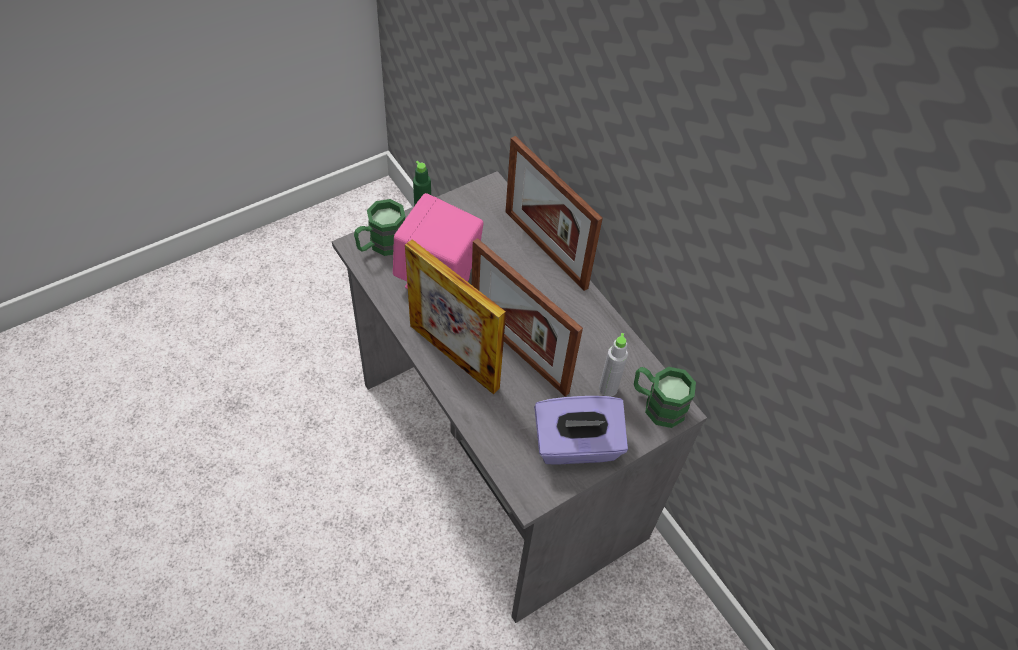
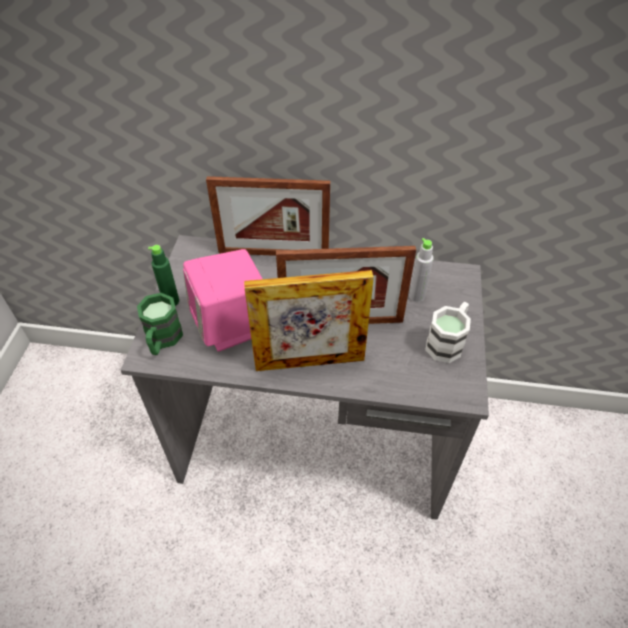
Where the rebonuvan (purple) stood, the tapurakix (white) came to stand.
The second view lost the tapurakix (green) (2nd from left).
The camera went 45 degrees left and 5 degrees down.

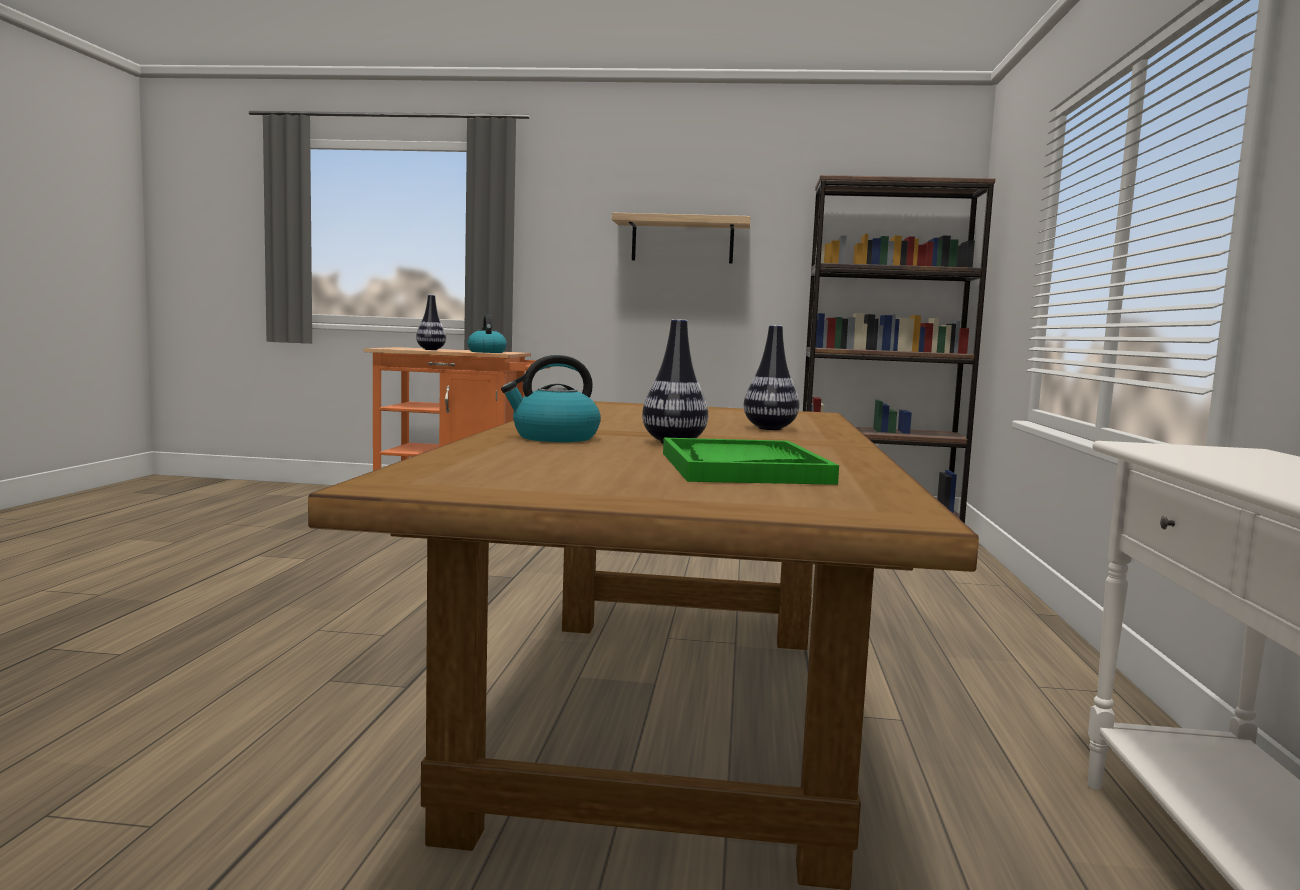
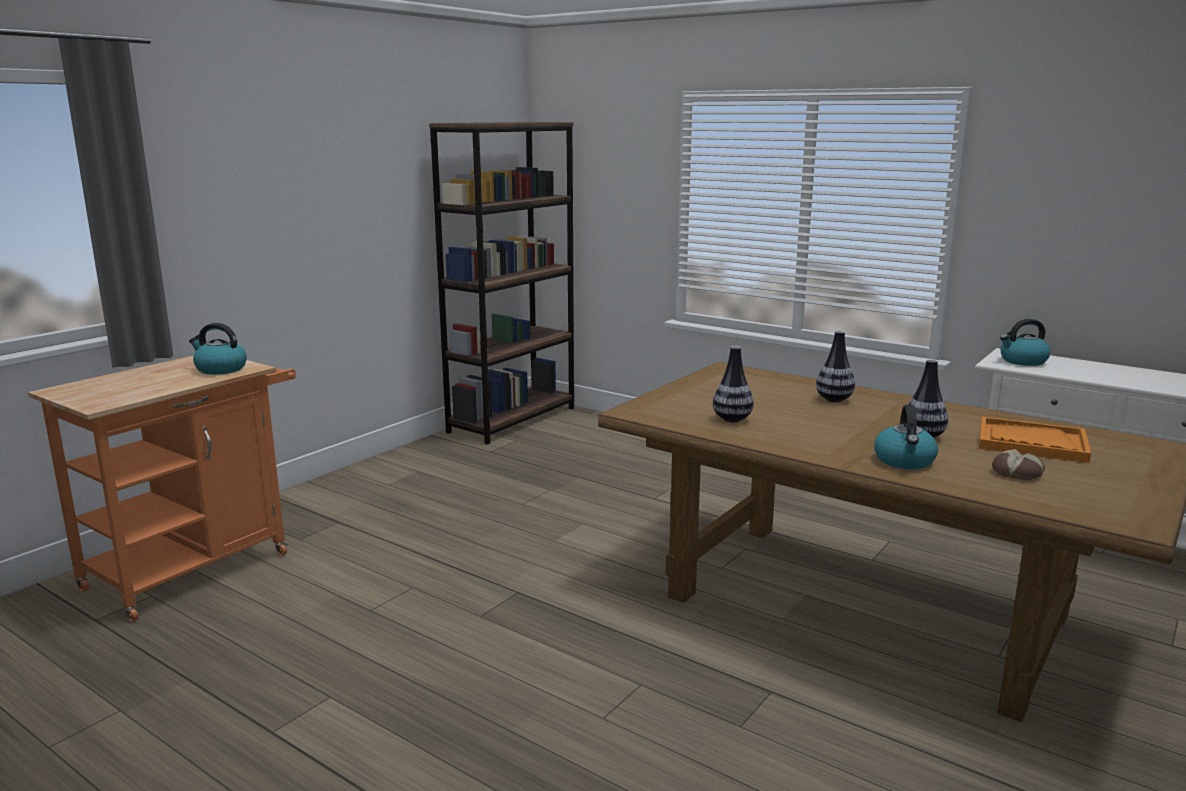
The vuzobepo (1st from left) ended up elsewhere.
The second view lost the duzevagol.
What was the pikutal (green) turned into the pikutal (orange).
The second view gained the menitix.
The second view gained the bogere (3rd from left).
The camera went 60 degrees left and 10 degrees up.

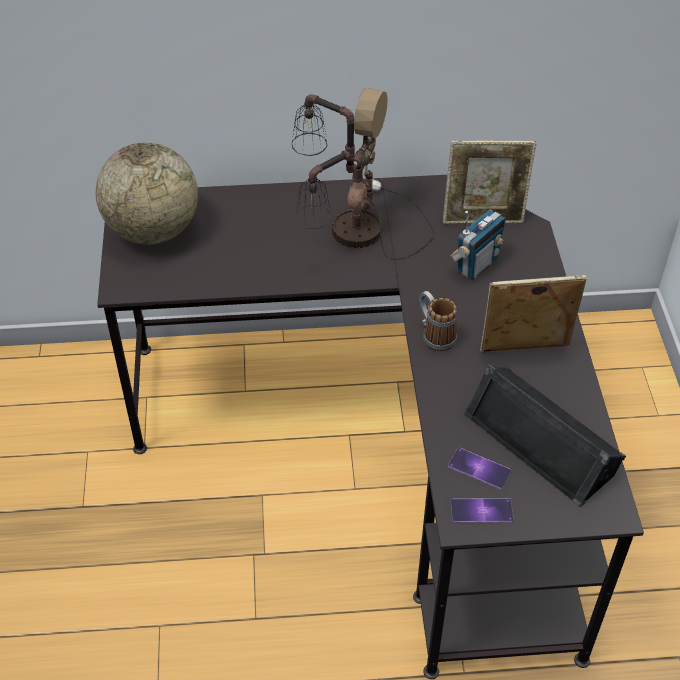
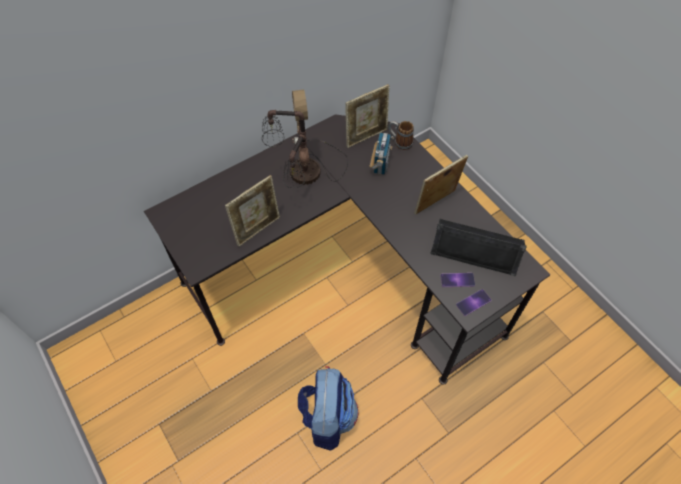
The second view lost the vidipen.
The tapurakix ended up elsewhere.
The second view gained the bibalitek (1st from left).
The second view gained the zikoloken.
The camera went 30 degrees left and 10 degrees up.

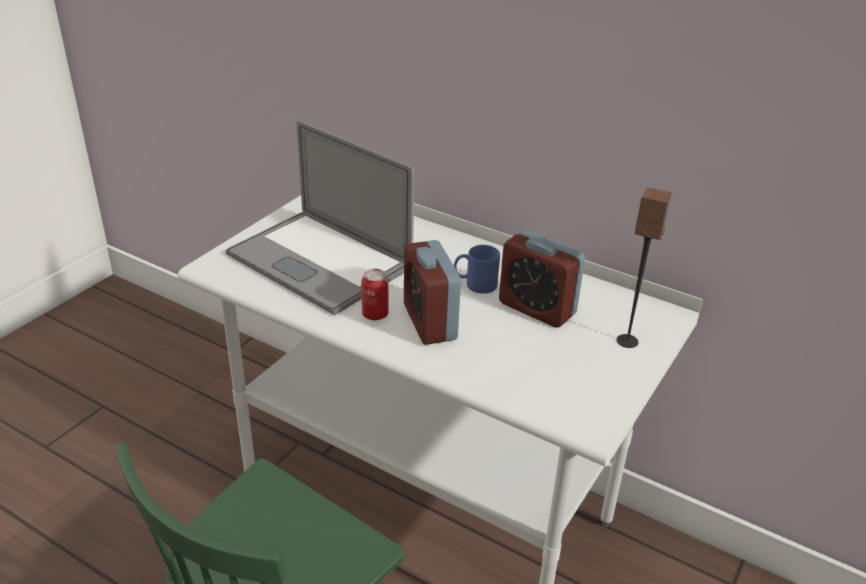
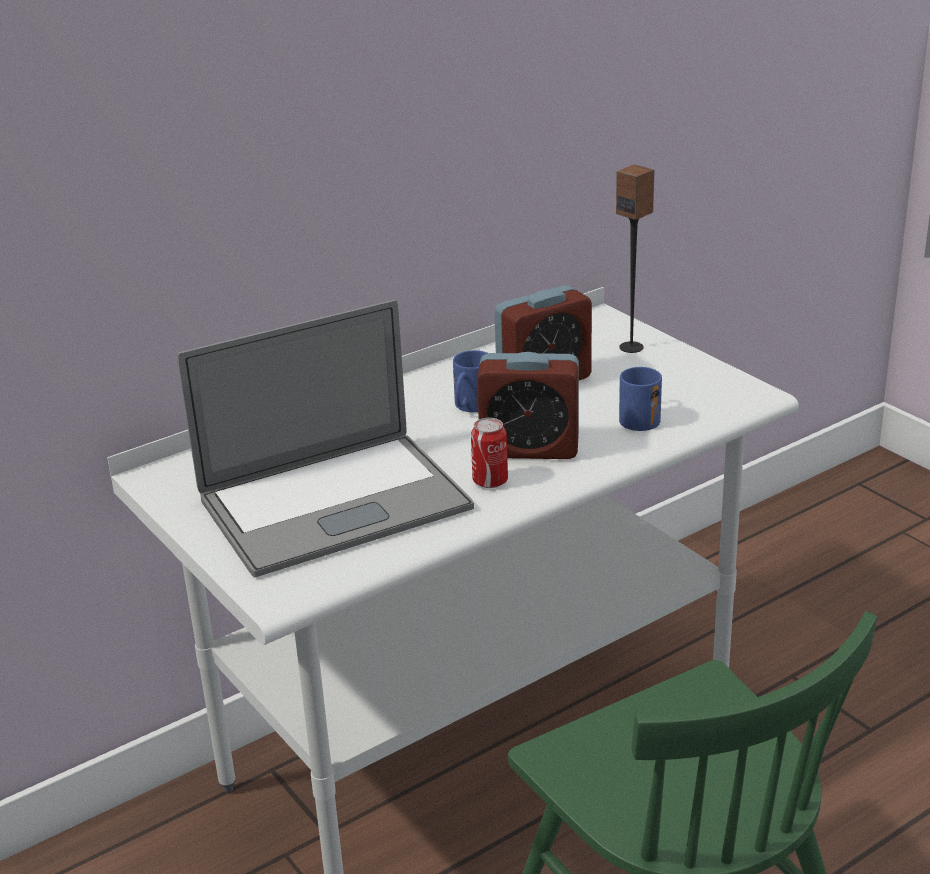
The second view gained the tapurakix (blue) (2nd from left).
The camera went 65 degrees left and 5 degrees down.

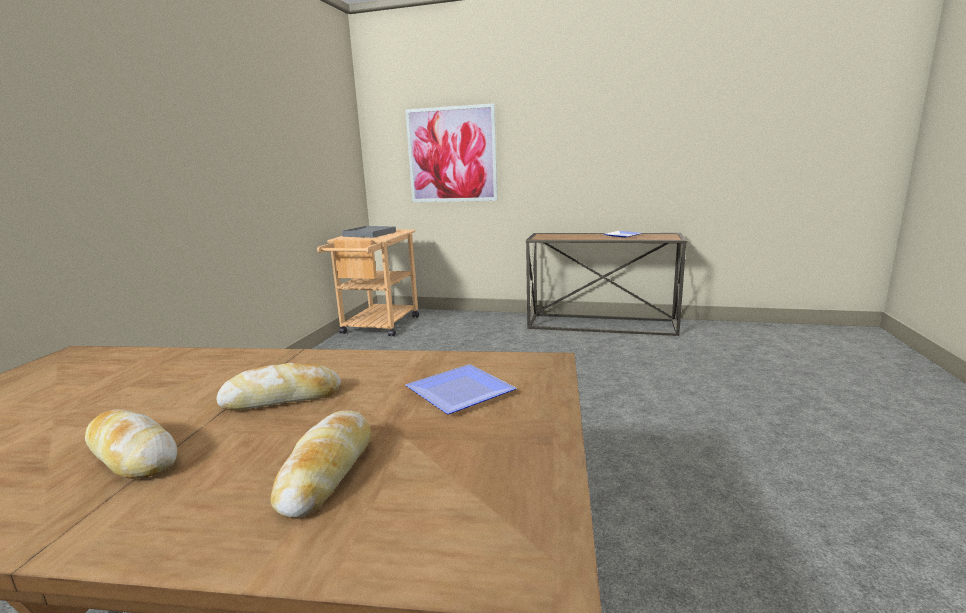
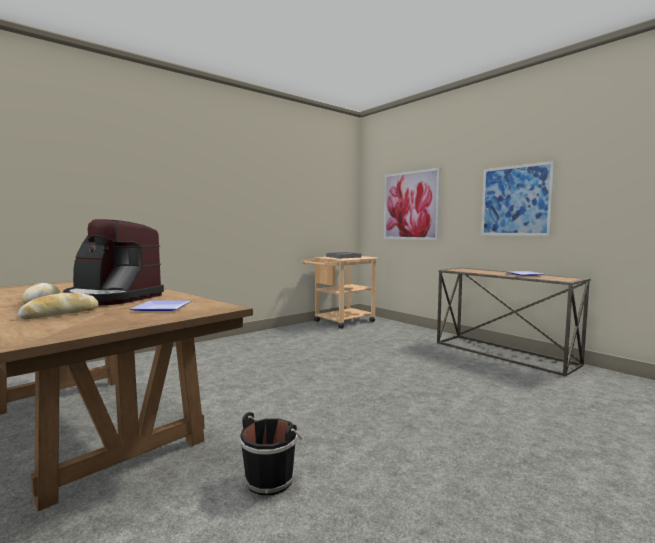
Where the menitix (2nd from left) stood, the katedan came to stand.
The second view gained the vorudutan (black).
The second view gained the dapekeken (2nd from left).
The camera went 35 degrees right and 10 degrees down.

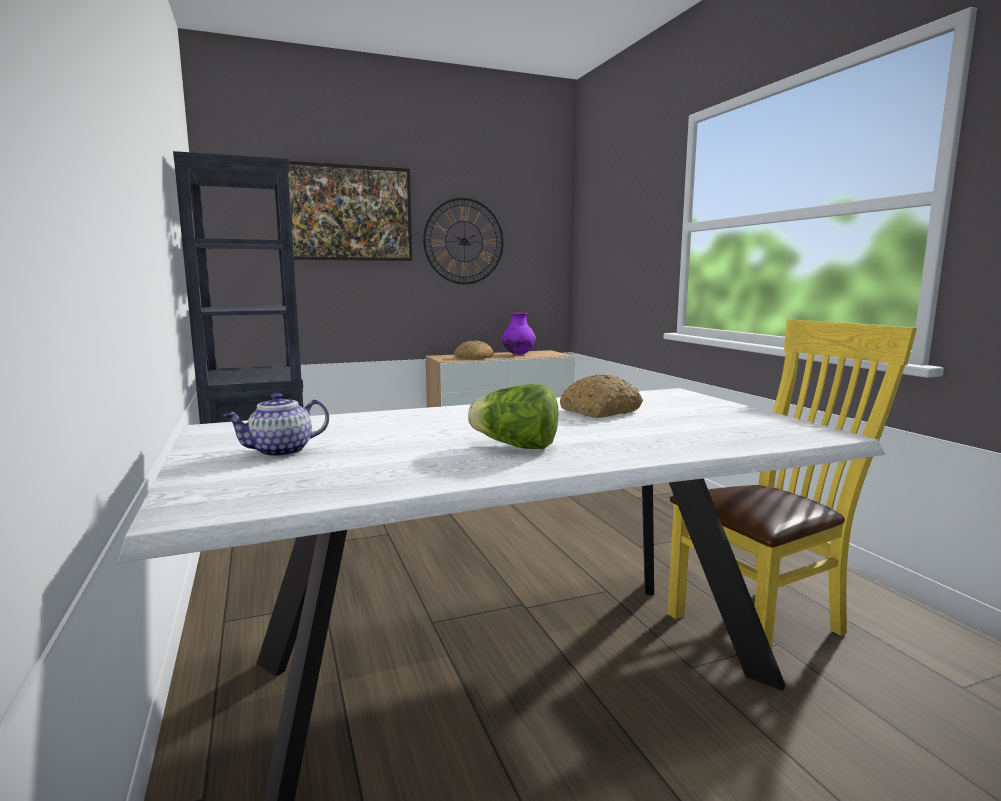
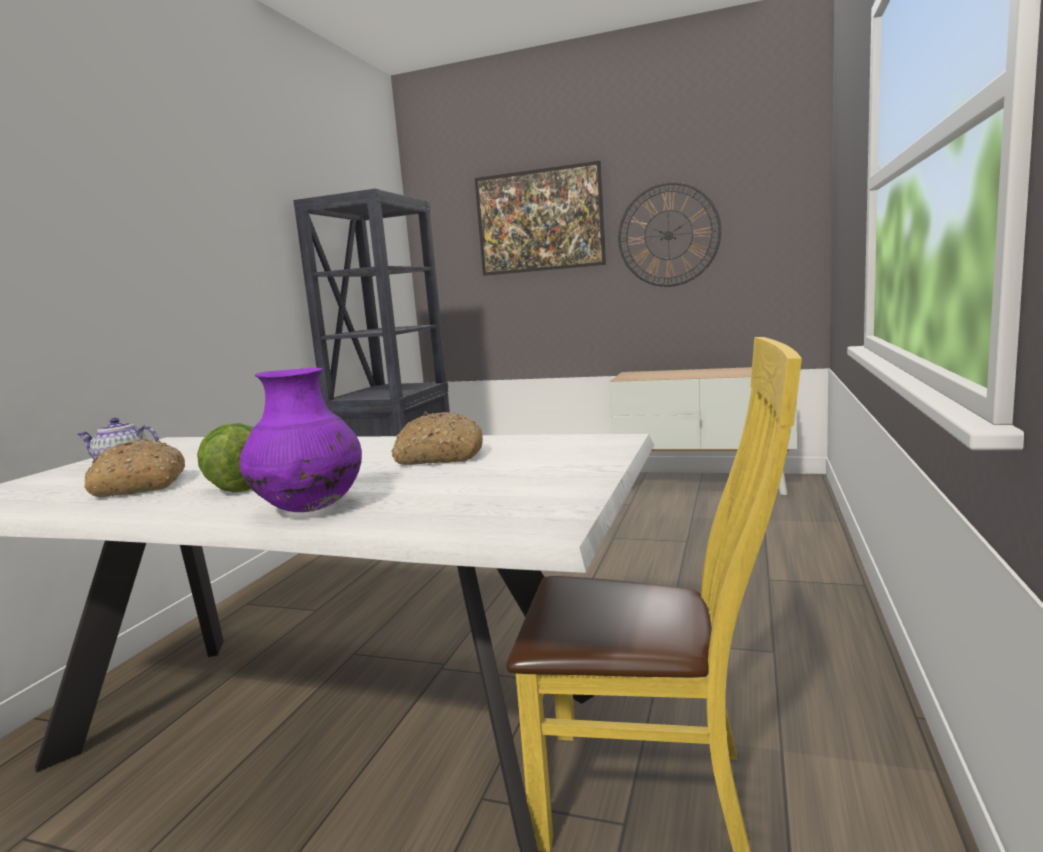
The menitix (1st from left) ended up elsewhere.
The vuzobepo (purple) ended up elsewhere.
The camera went 40 degrees right and 0 degrees up.

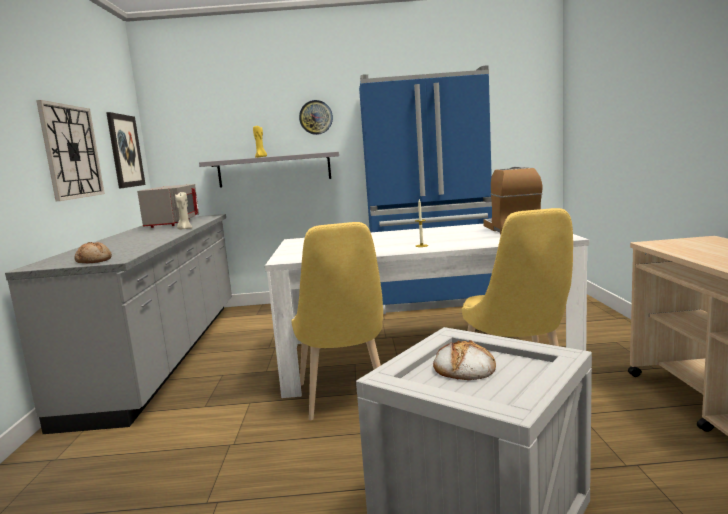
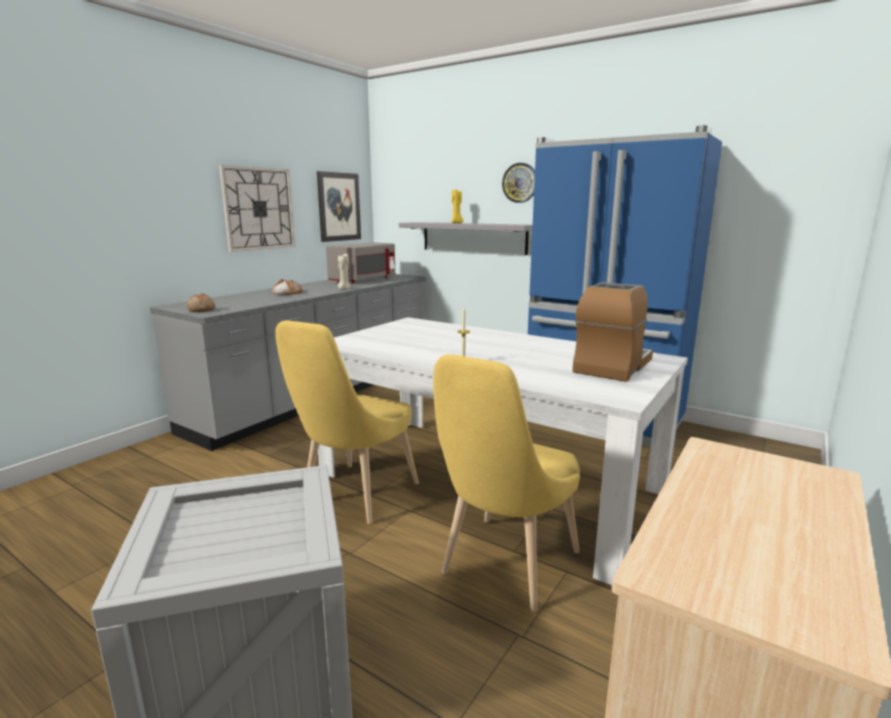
The menitix (2nd from left) ended up elsewhere.
The camera went 35 degrees right and 5 degrees up.

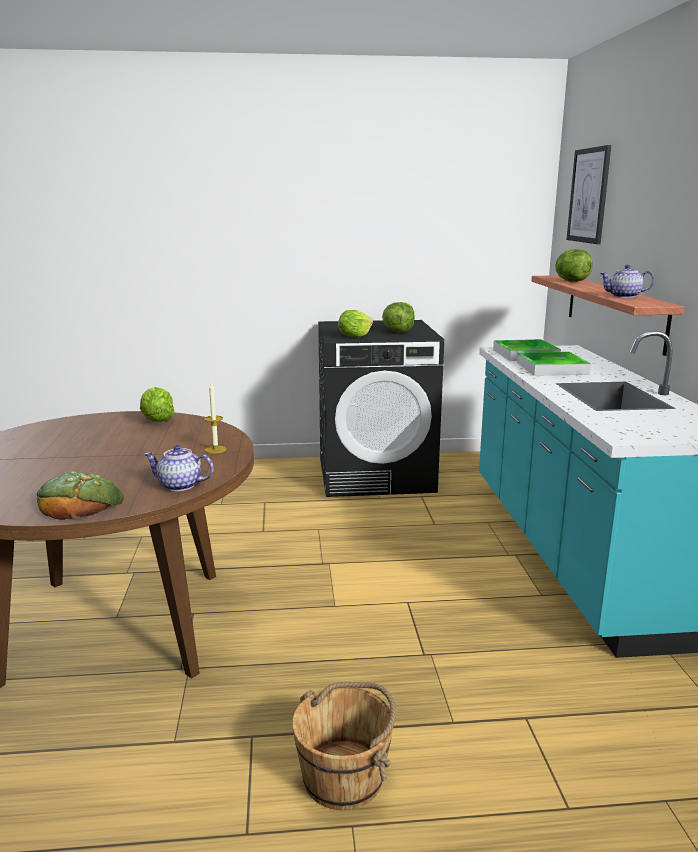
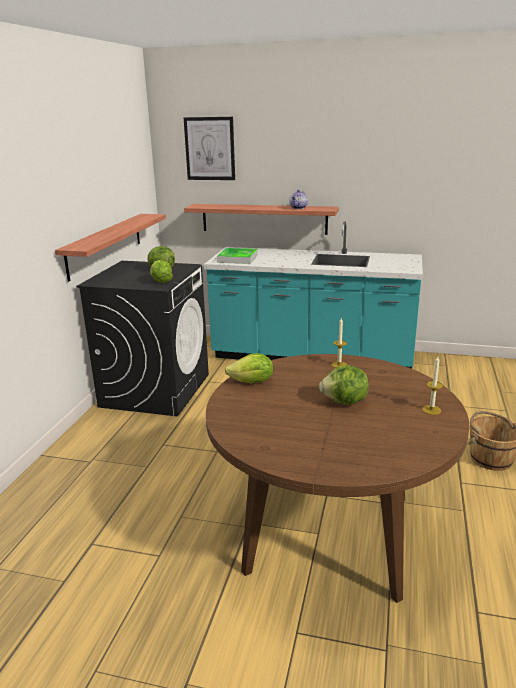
Where the menitix stood, the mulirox (2nd from left) came to stand.
The second view lost the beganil (1st from left).
The second view lost the pikutal (2nd from left).
The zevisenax (4th from left) ended up elsewhere.
The second view gained the duzevagol (1st from left).
The camera went 70 degrees left and 5 degrees up.

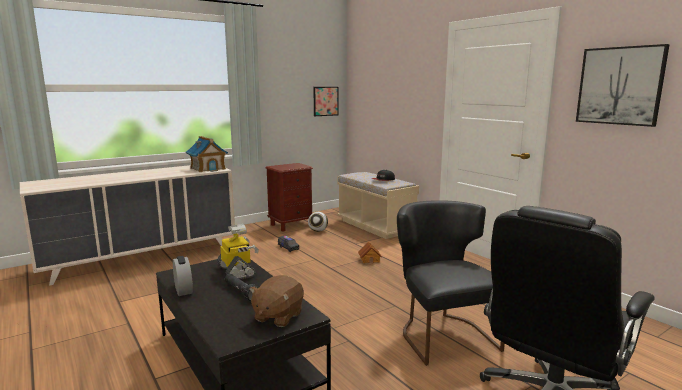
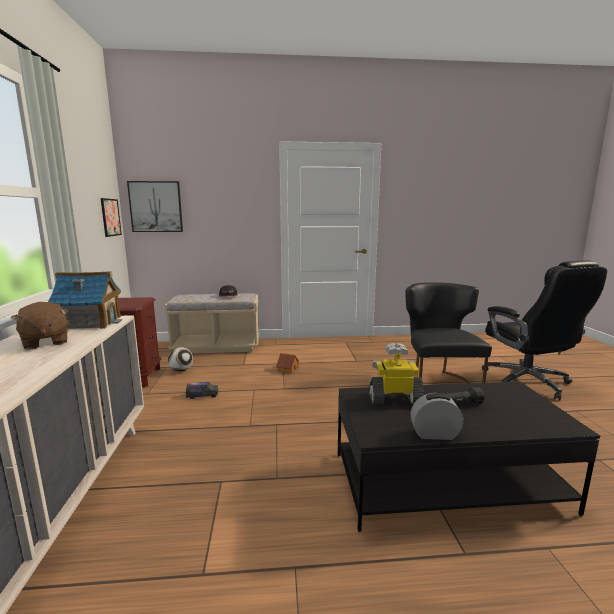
The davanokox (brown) ended up elsewhere.
The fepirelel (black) ended up facing another way, 75 degrees clockwise from before.
The dapekeken (2nd from left) ended up elsewhere.
The camera went 60 degrees left and 0 degrees up.

